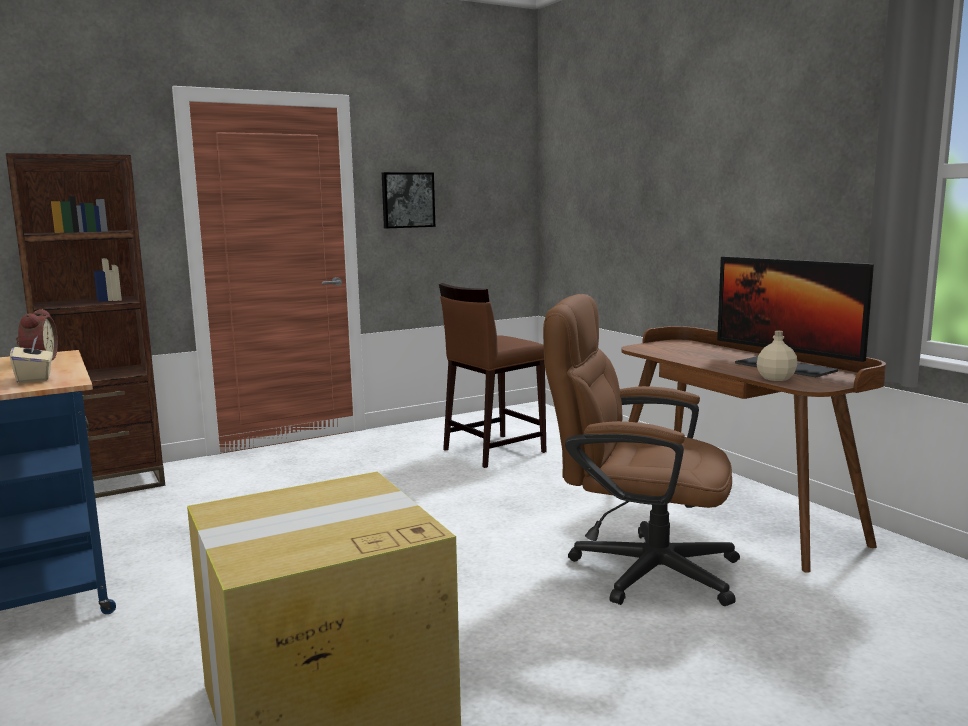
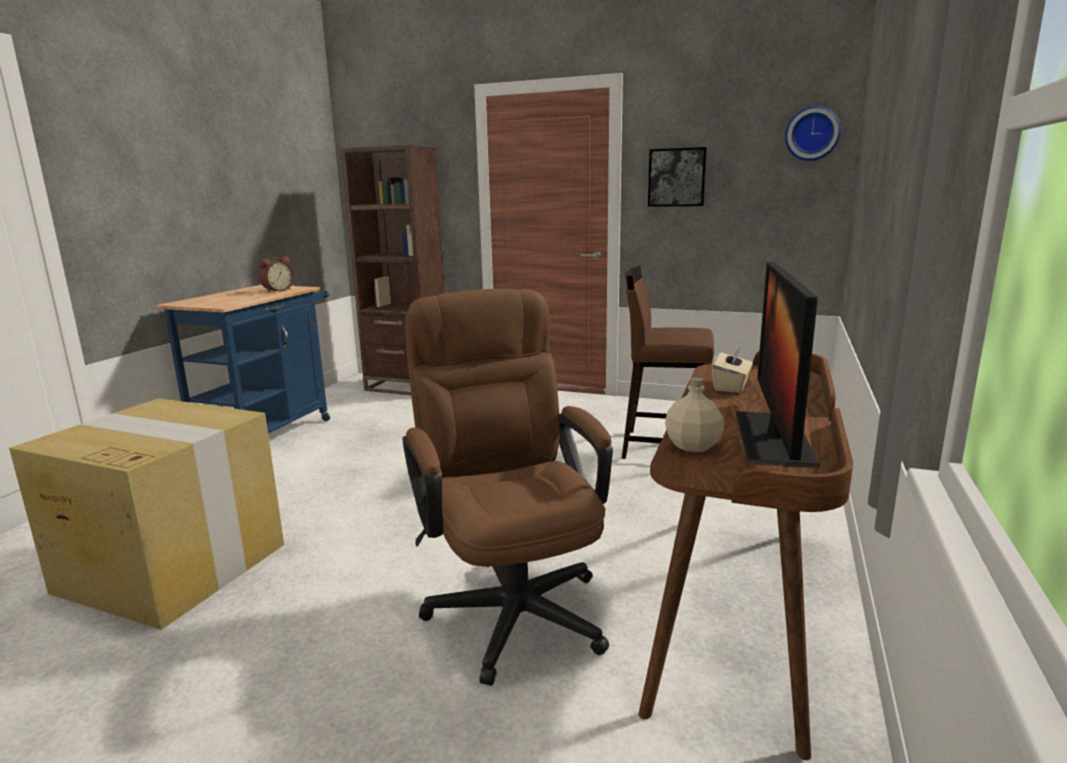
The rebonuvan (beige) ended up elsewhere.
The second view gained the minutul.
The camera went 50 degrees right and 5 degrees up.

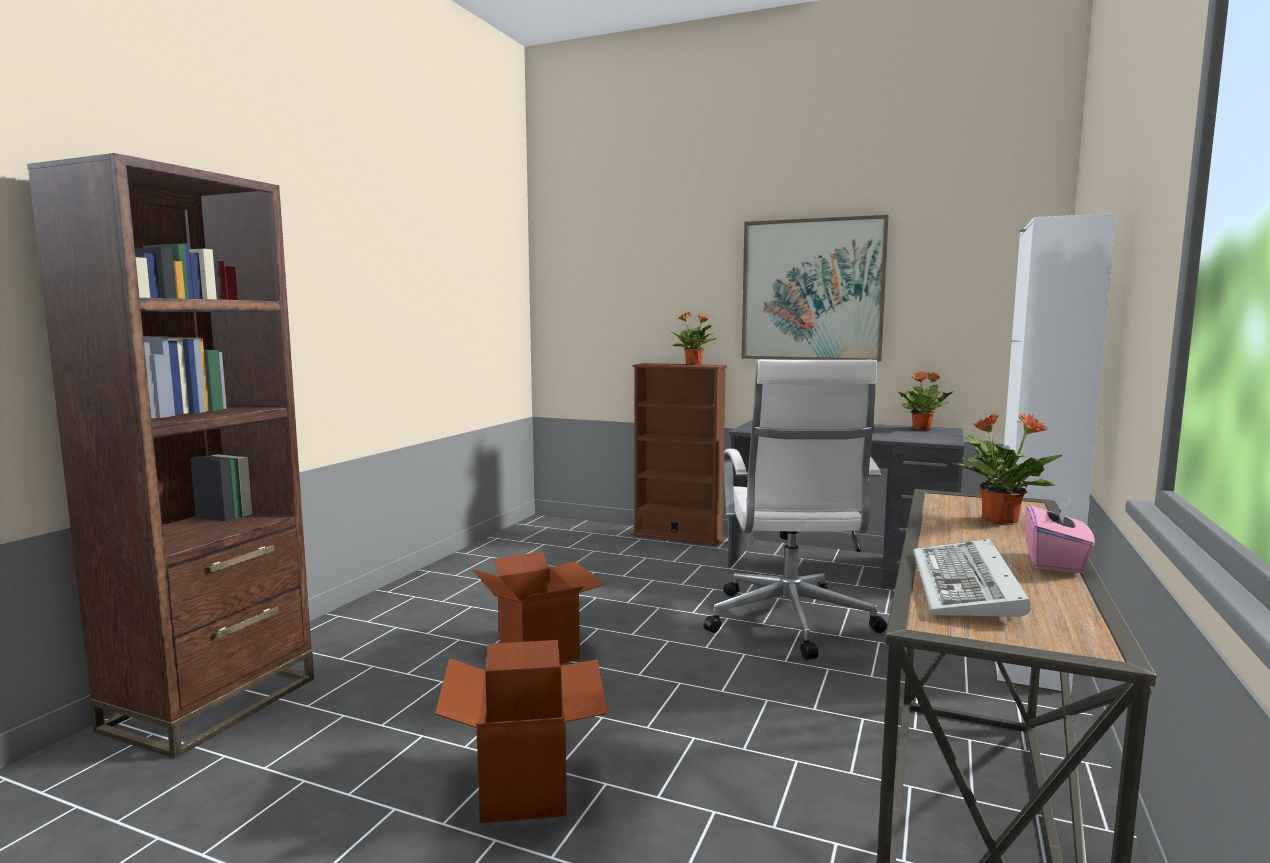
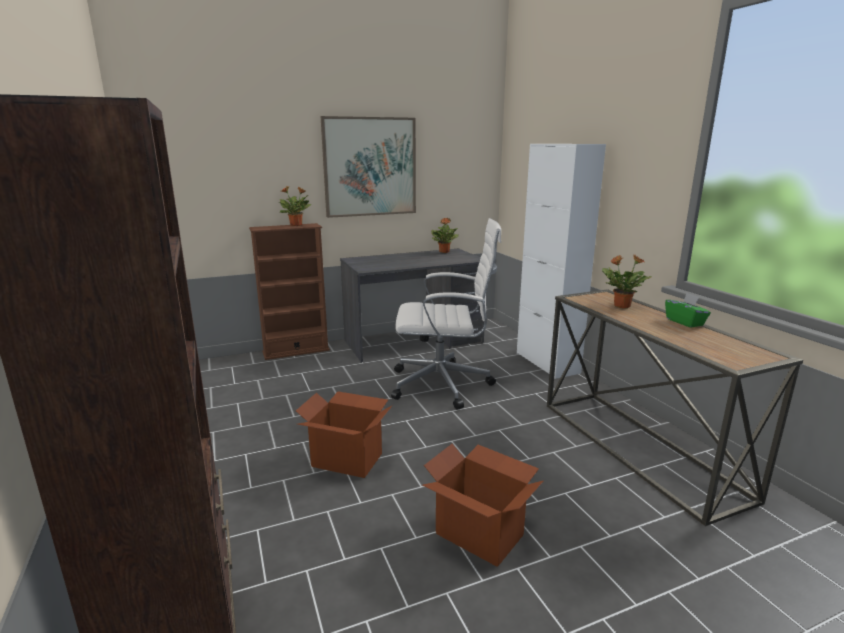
The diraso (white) ended up facing another way, 45 degrees counterclockwise from before.
The second view lost the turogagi.
What was the rebonuvan (pink) turned into the rebonuvan (green).
The camera went 45 degrees left and 10 degrees up.

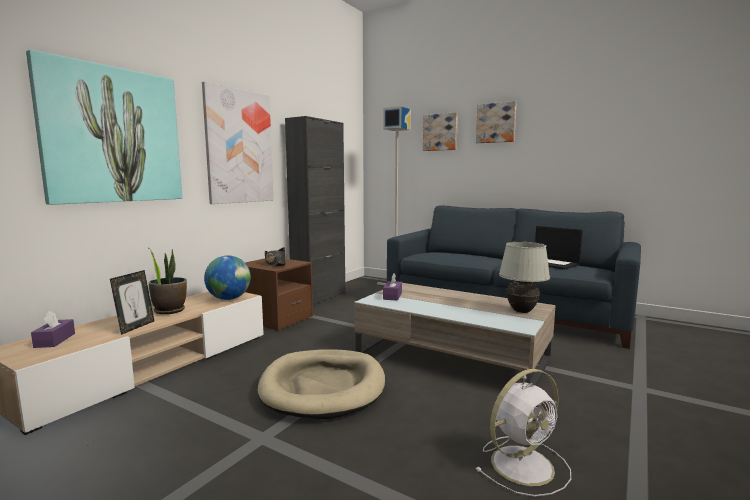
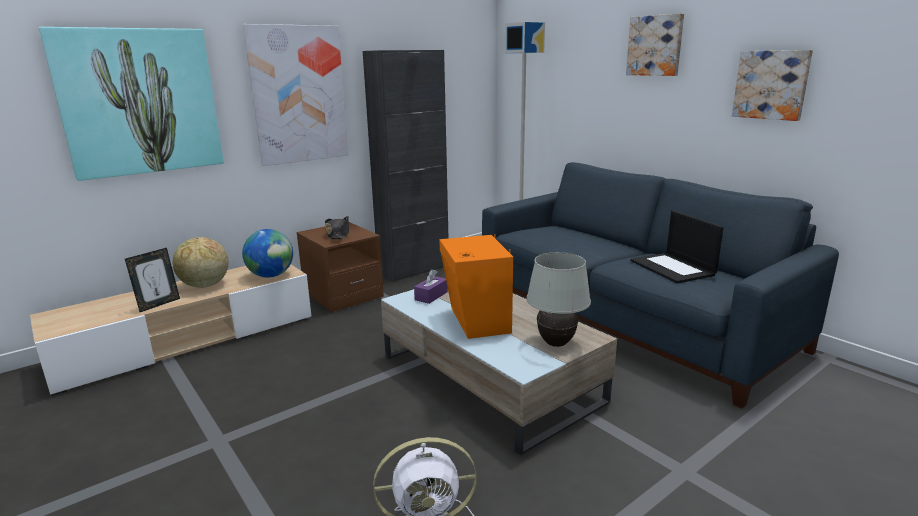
The second view lost the rebonuvan (purple) (1st from left).
Where the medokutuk stood, the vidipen (1st from left) came to stand.
The second view lost the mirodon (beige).
The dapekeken (3rd from left in the first image) ended up elsewhere.
The second view gained the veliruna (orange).
The camera went 20 degrees right and 10 degrees up.

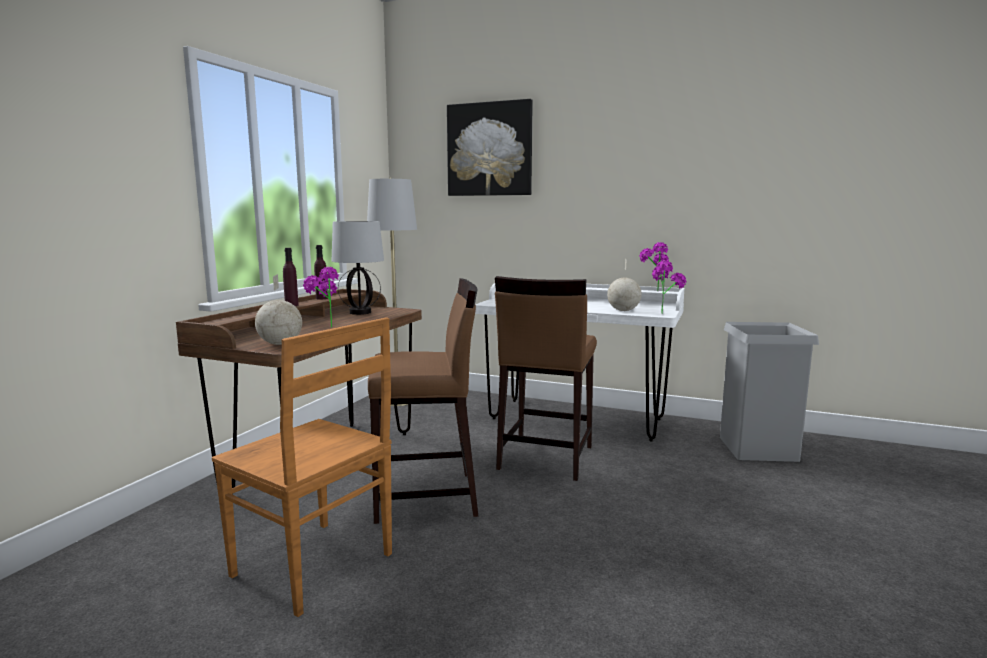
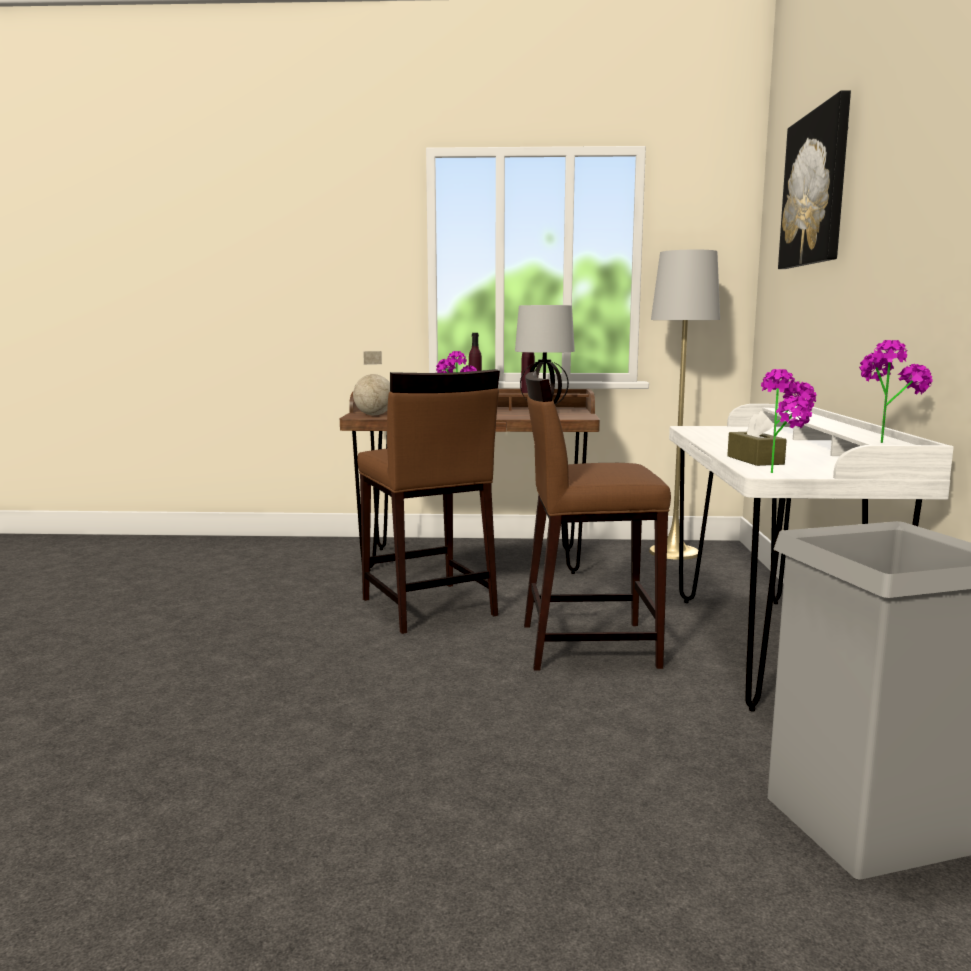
The second view lost the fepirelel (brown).
Where the vidipen (2nd from left) stood, the rebonuvan (brown) came to stand.
The camera went 70 degrees right and 0 degrees up.

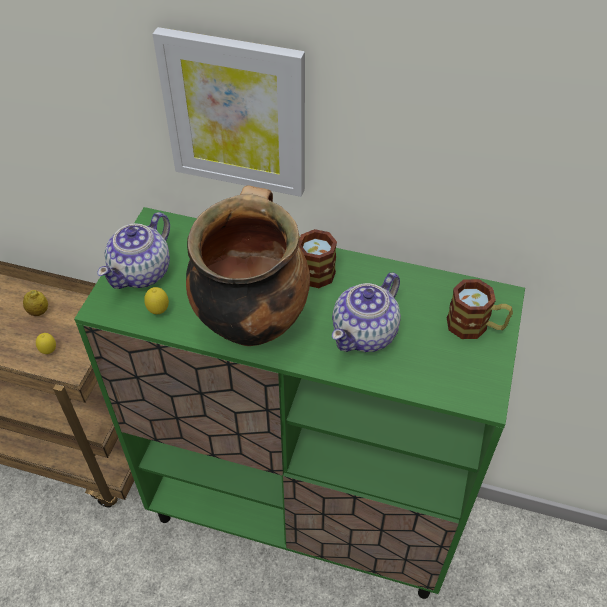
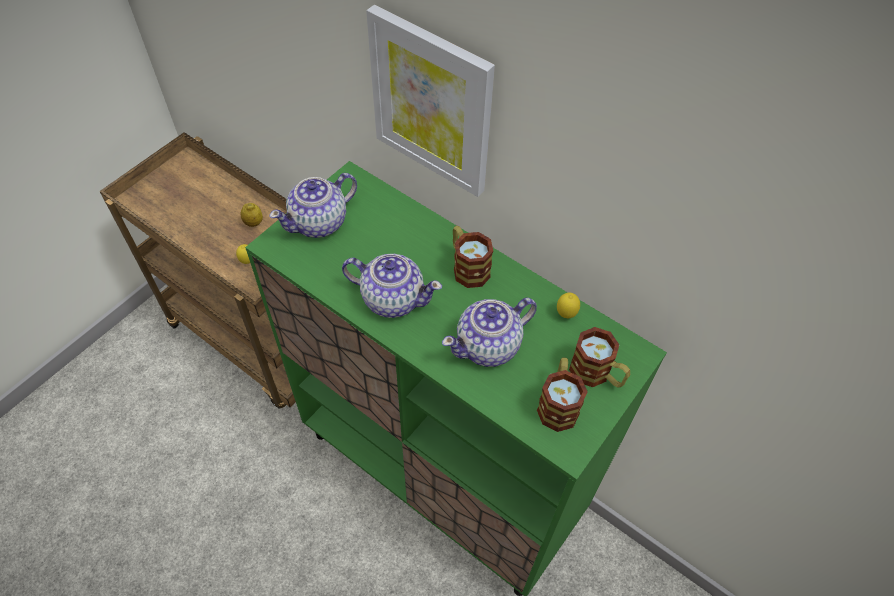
The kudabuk (3rd from left) ended up elsewhere.
Where the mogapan stood, the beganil (2nd from left) came to stand.
The second view gained the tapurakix (2nd from left).
The camera went 20 degrees right and 5 degrees up.

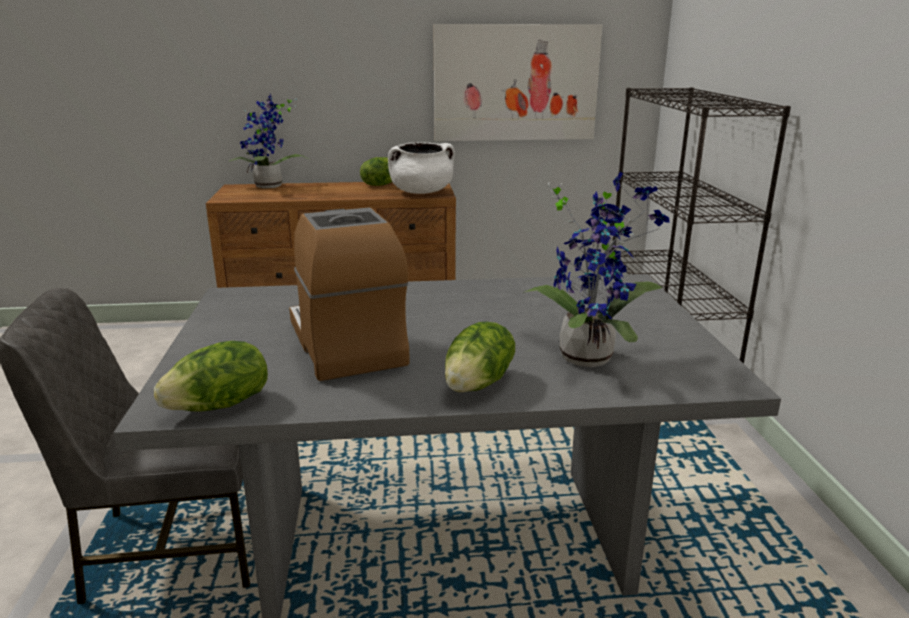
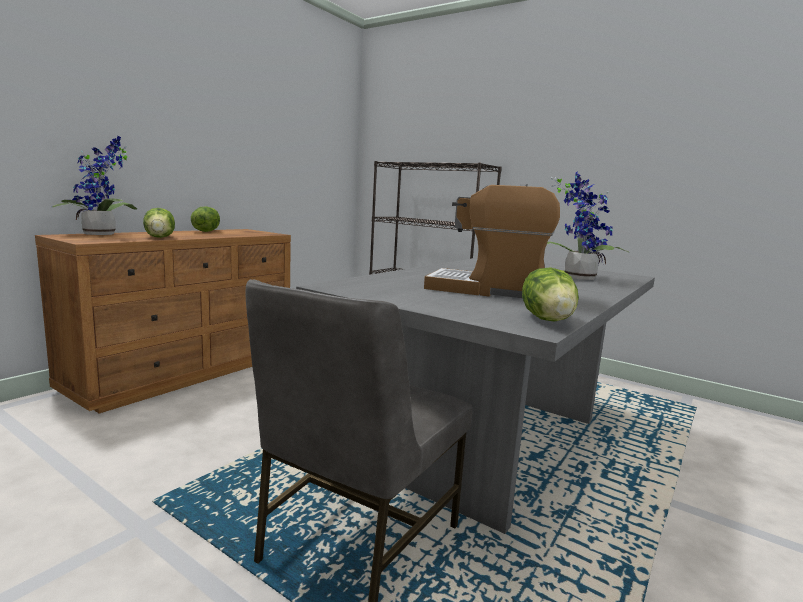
The second view lost the mogapan (white).
The second view lost the dapekeken.
The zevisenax (3rd from left in the first image) ended up elsewhere.
The camera went 50 degrees left and 10 degrees down.

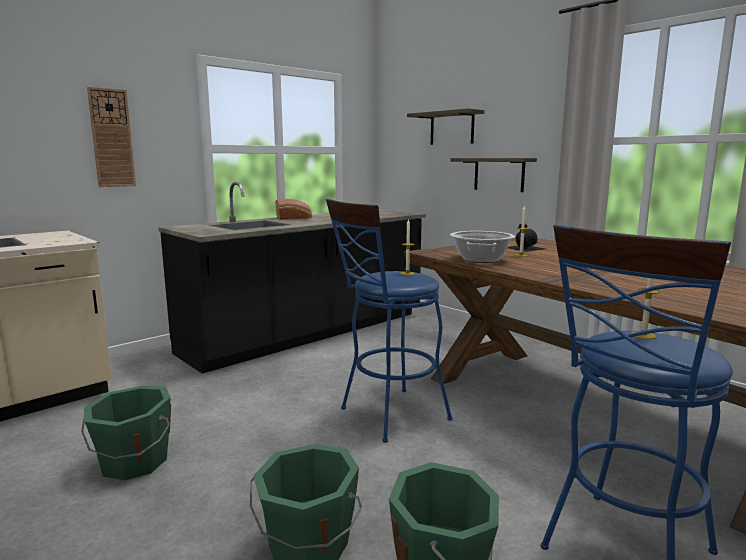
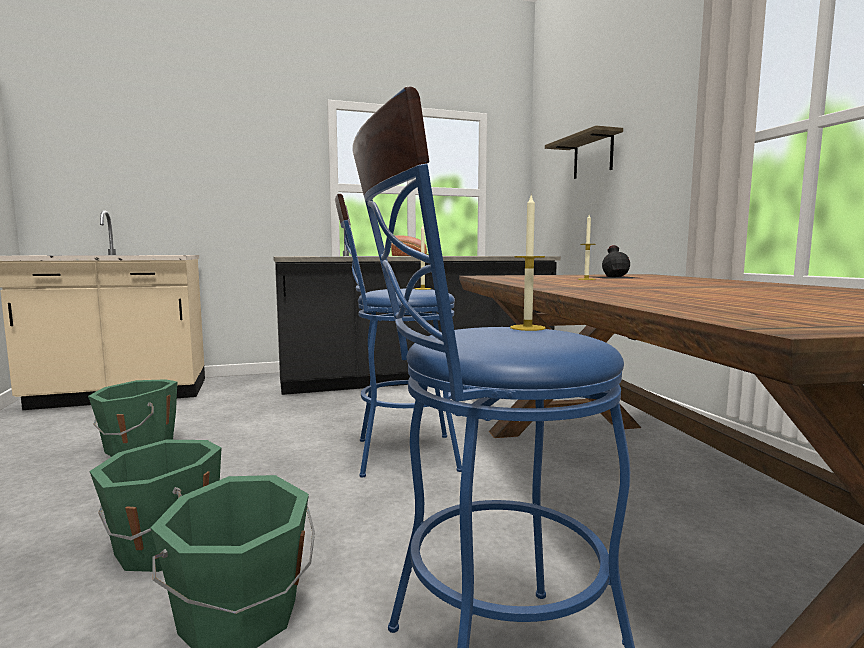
The second view lost the minutul.
The second view lost the mogapan.
The second view lost the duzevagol (2nd from left).
The camera went 25 degrees right and 5 degrees down.

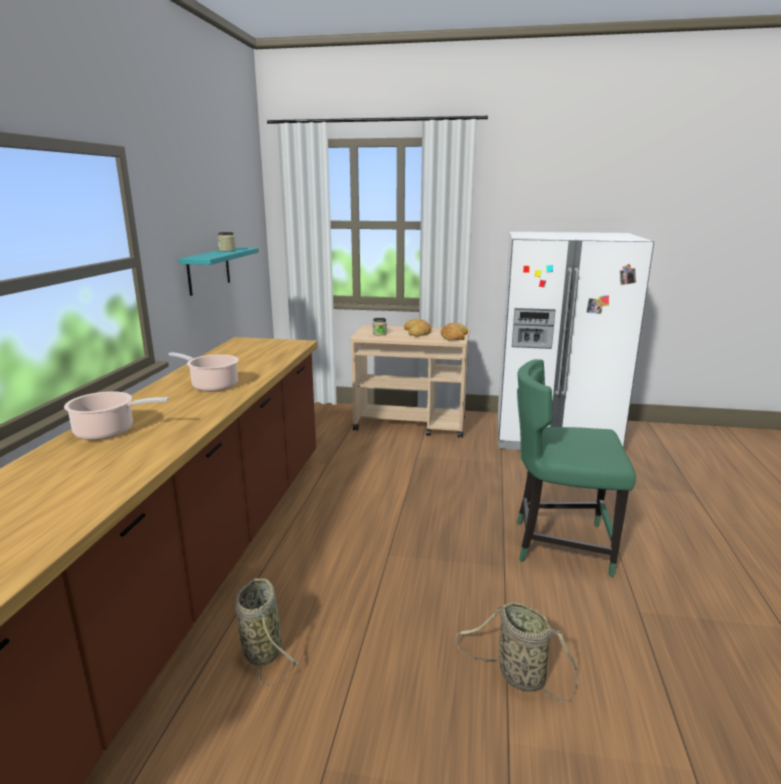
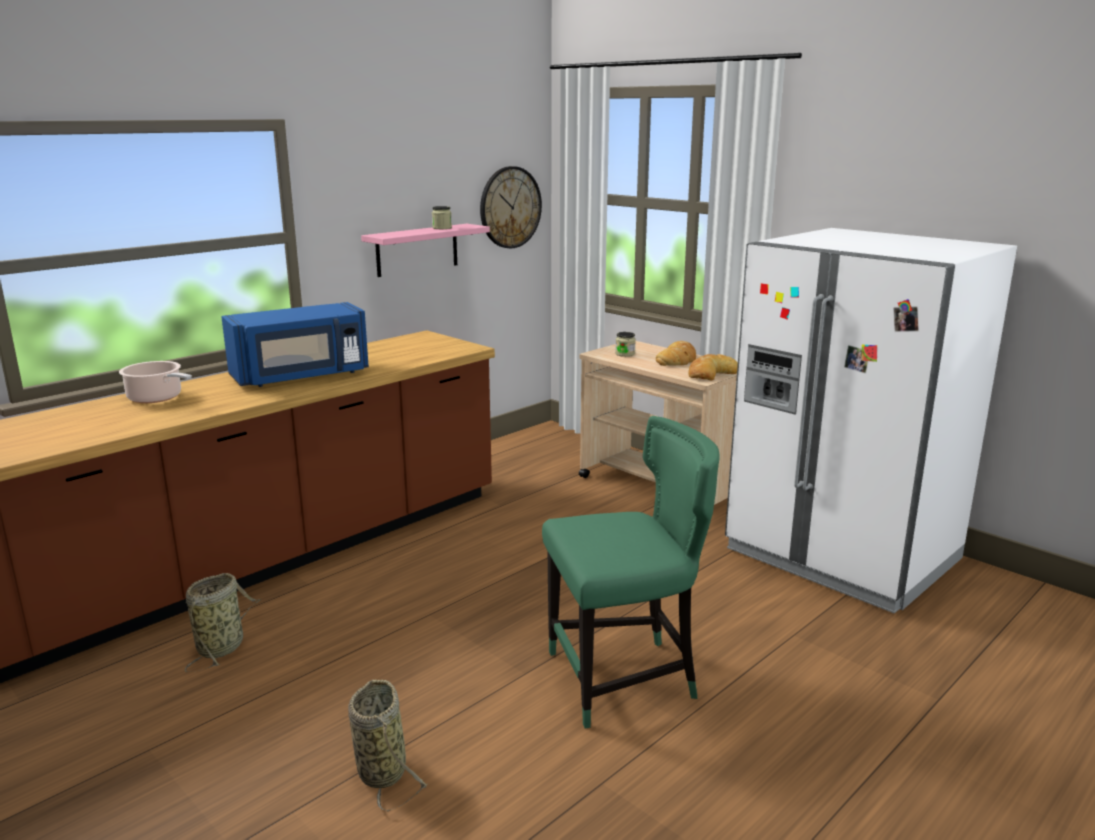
Where the mogapan (2nd from left) stood, the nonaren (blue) came to stand.
What was the duzevagol (turquoise) turned into the duzevagol (pink).
The fepirelel (green) ended up facing another way, 120 degrees clockwise from before.
The second view gained the minutul.
The camera went 35 degrees right and 0 degrees up.

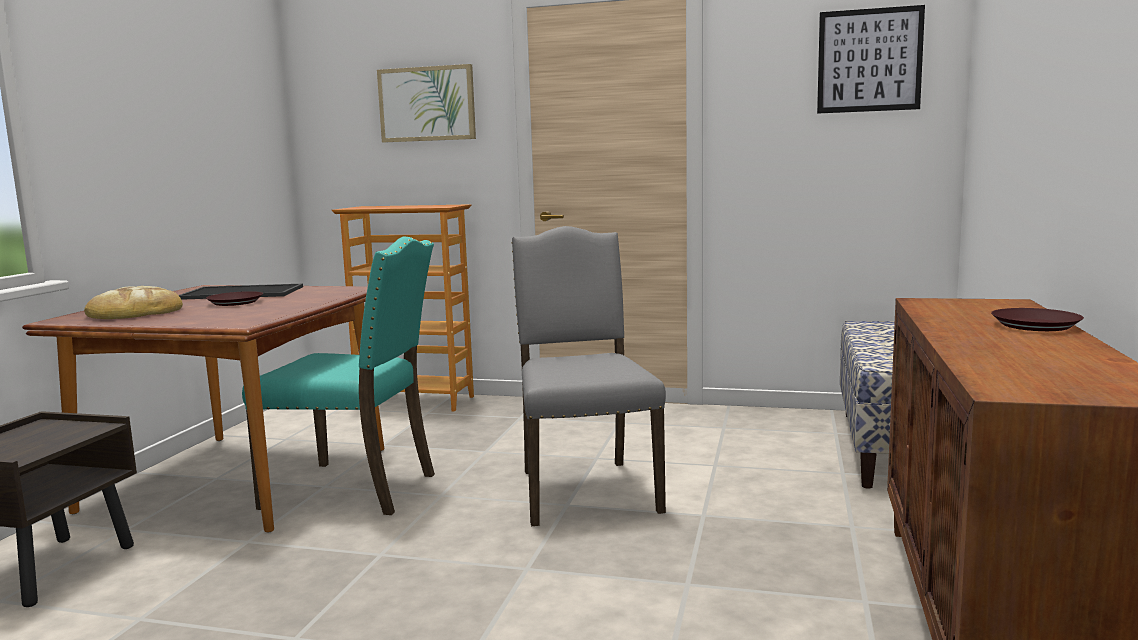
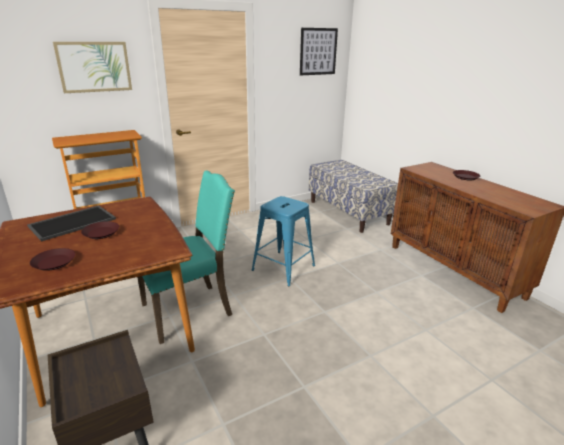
Where the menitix stood, the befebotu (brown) (1st from left) came to stand.
Where the fepirelel (grey) stood, the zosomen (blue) came to stand.
The camera went 45 degrees left and 15 degrees up.

